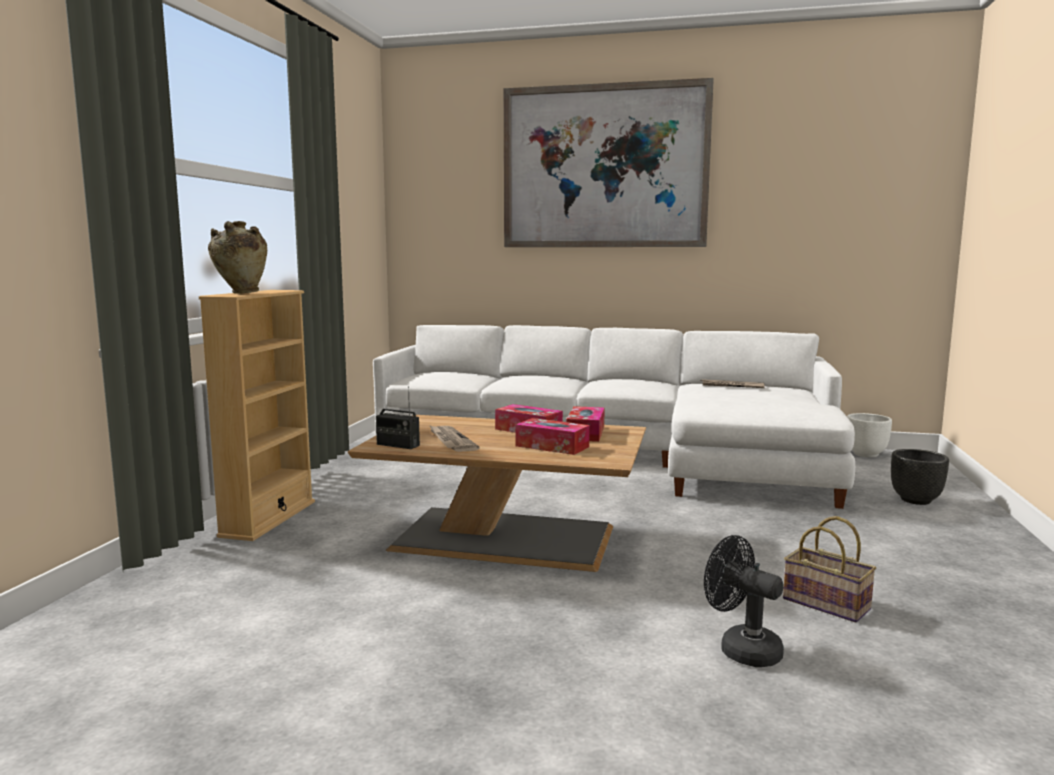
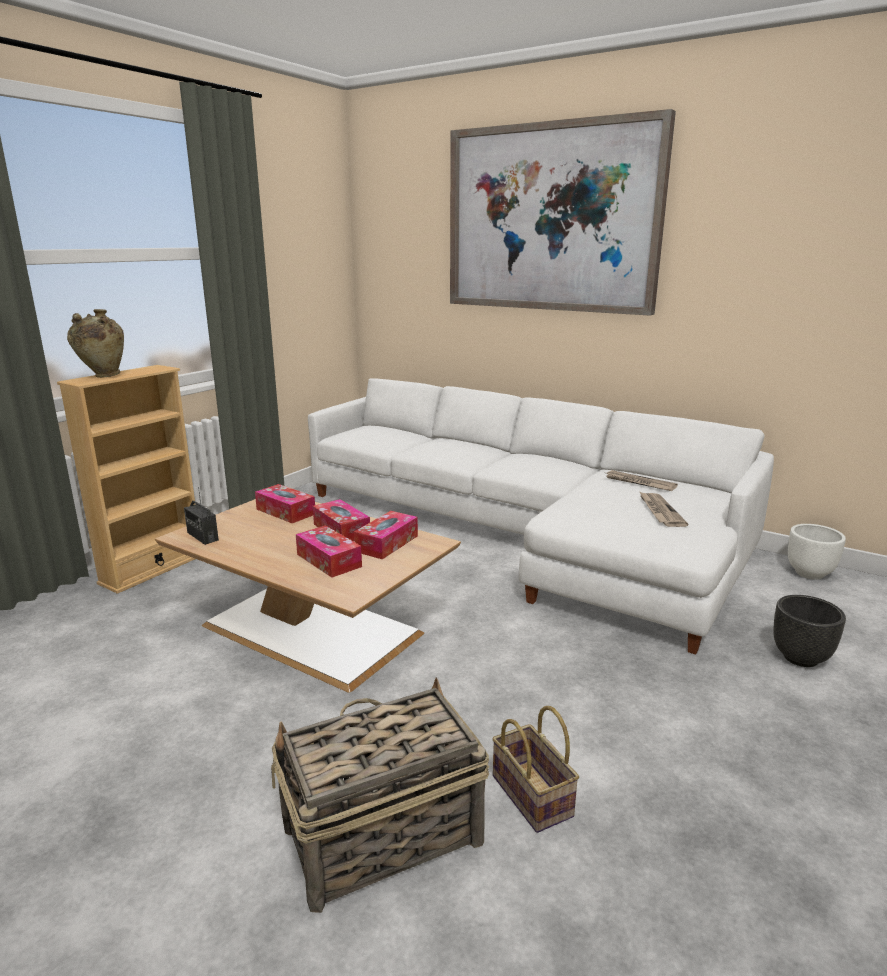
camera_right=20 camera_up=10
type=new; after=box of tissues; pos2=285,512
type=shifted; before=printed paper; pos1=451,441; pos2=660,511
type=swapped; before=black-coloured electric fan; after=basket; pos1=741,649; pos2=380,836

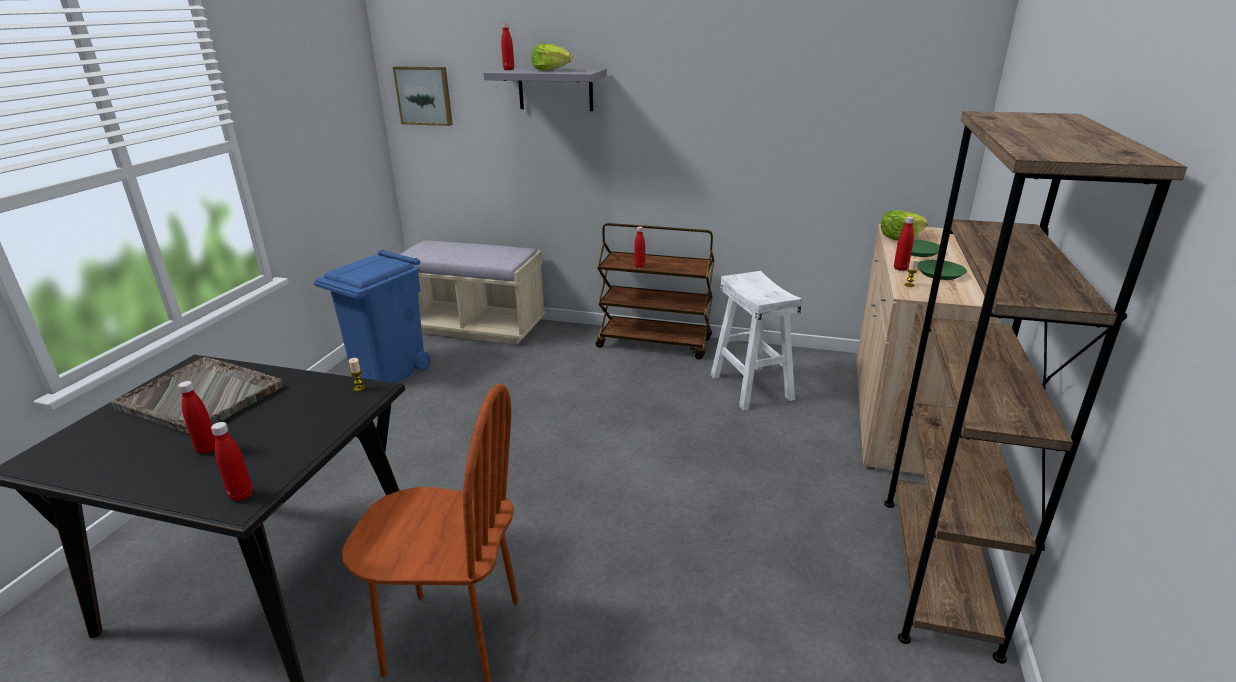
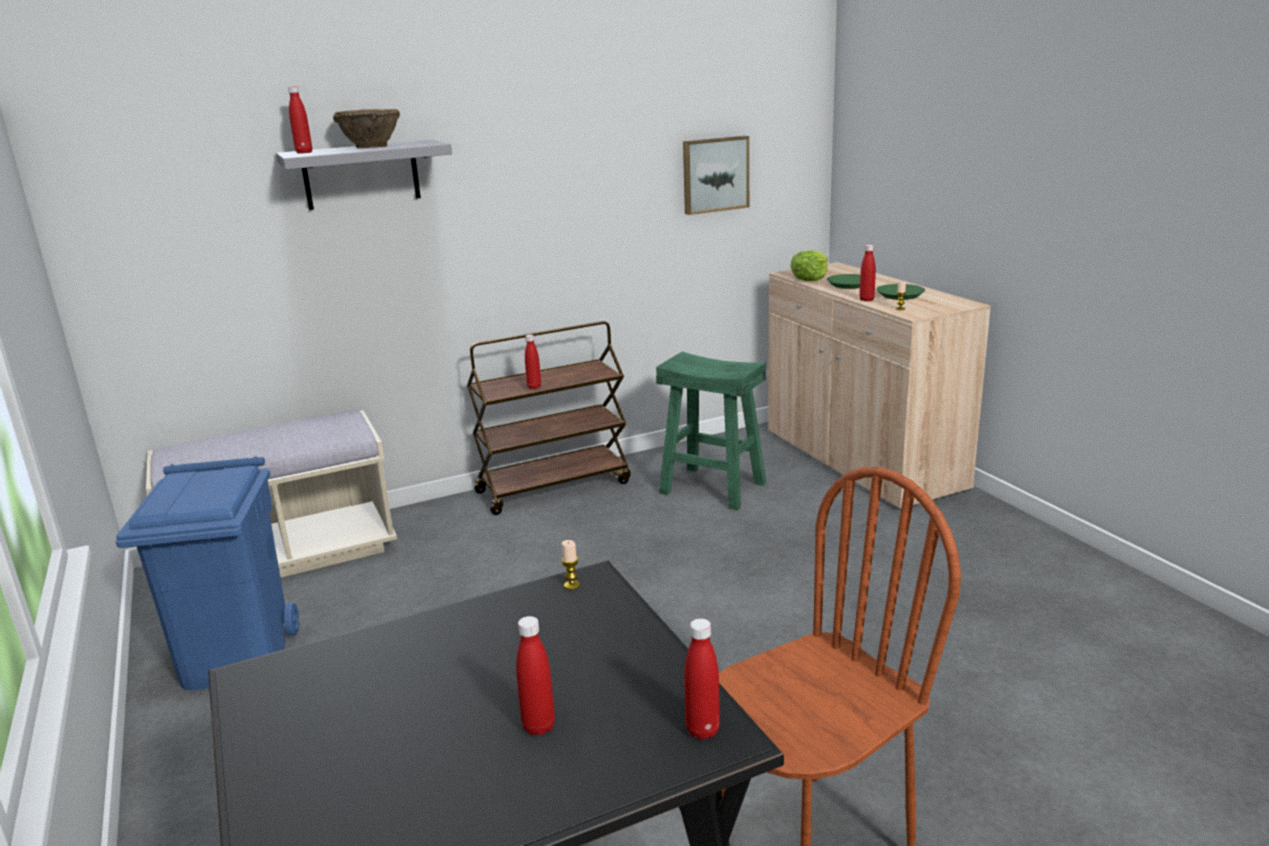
camera_right=-40 camera_up=-5
type=gone; before=grey carrying tray; pos1=202,397
type=gone; before=brown bookcase; pos1=937,571
type=shifted; before=wall picture; pos1=424,95; pos2=714,174
type=swapped; before=head of lettuce; after=brown serving bowl; pos1=551,70; pos2=371,147
type=repainted; before=white-coloured stool seat; after=greenish stool seat; pos1=752,387; pos2=713,487

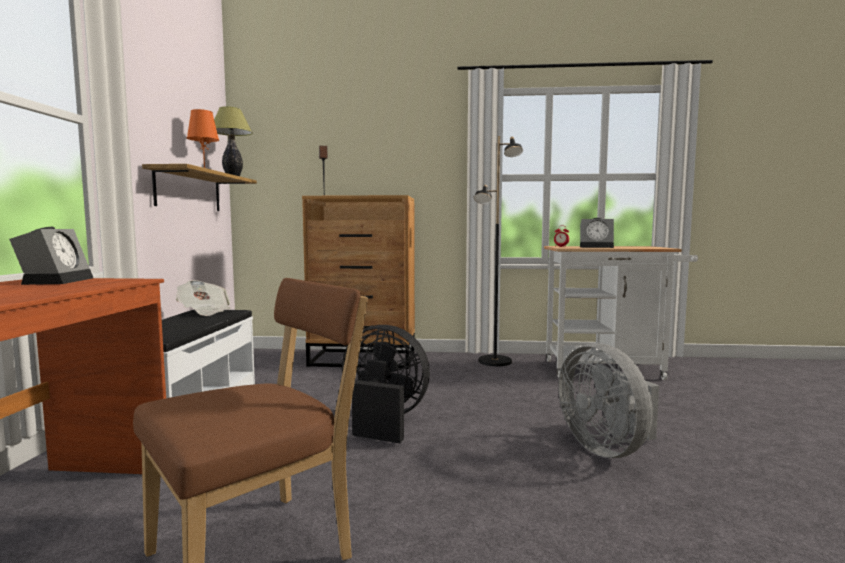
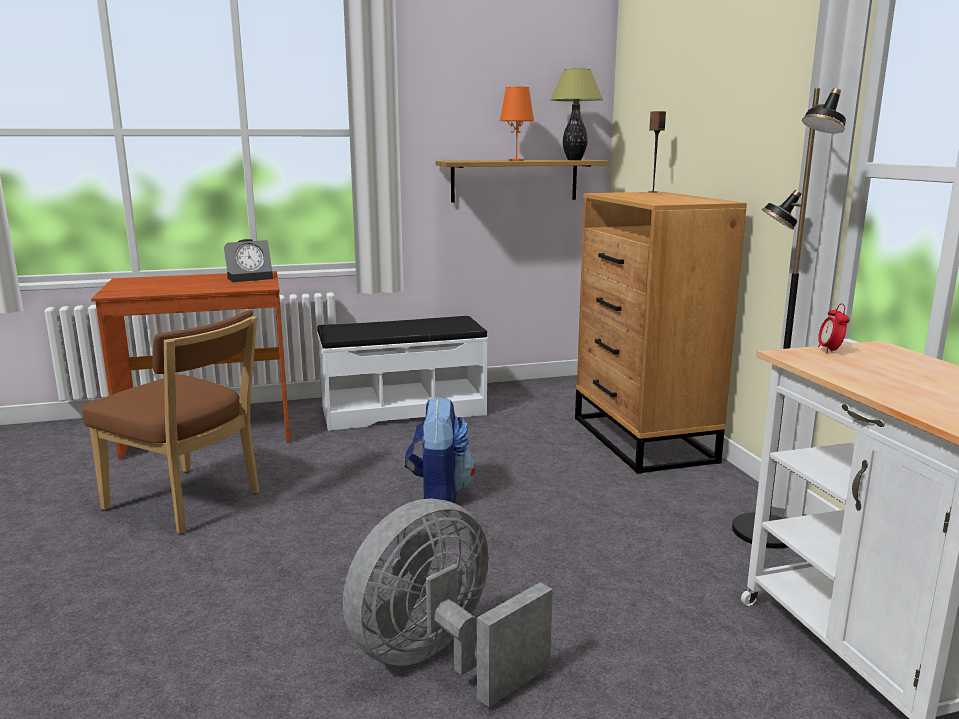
camera_right=70 camera_up=10
type=gone; before=printed paper; pos1=204,311
type=gone; before=alarm clock; pos1=597,247
type=swapped; before=black-coloured electric fan; after=rucksack; pos1=383,420; pos2=439,495

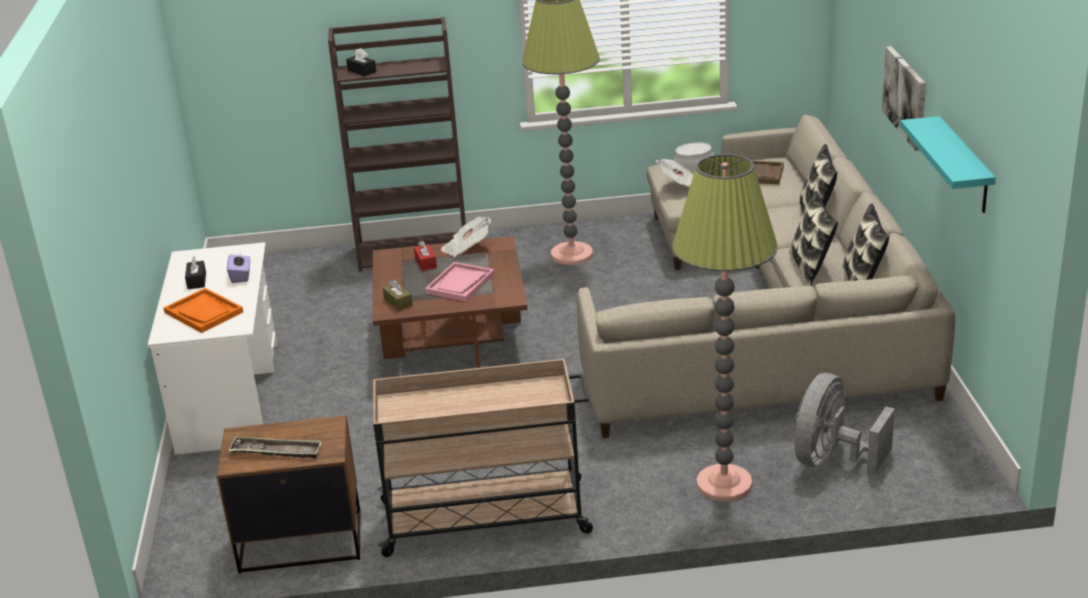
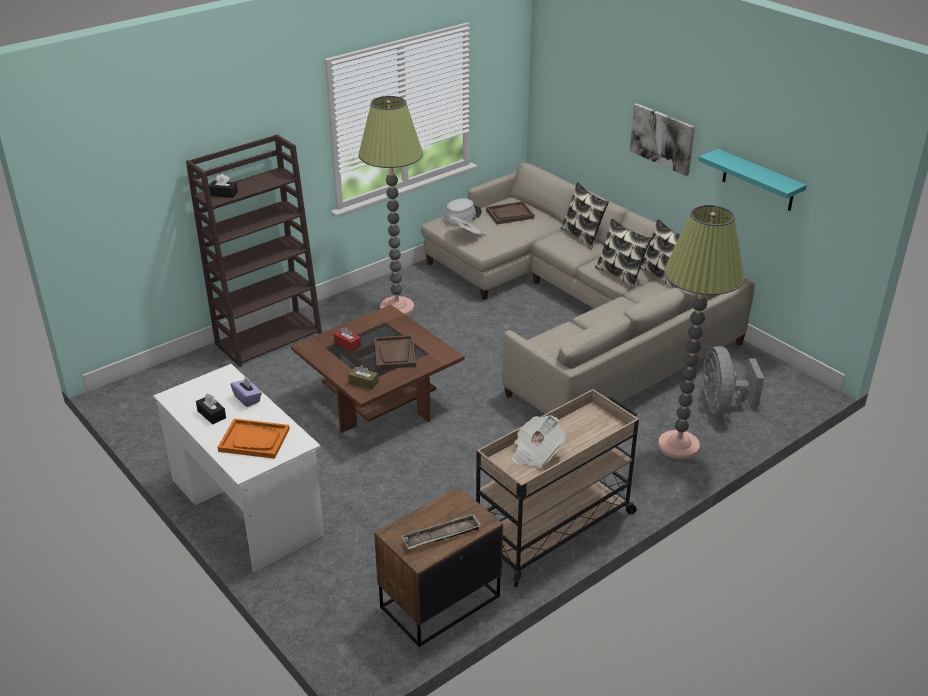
camera_right=-35 camera_up=5
type=shifted; before=printed paper; pos1=466,249; pos2=536,453
type=repainted; before=pink-coloured carrying tray; after=brown carrying tray; pos1=460,284; pos2=395,354

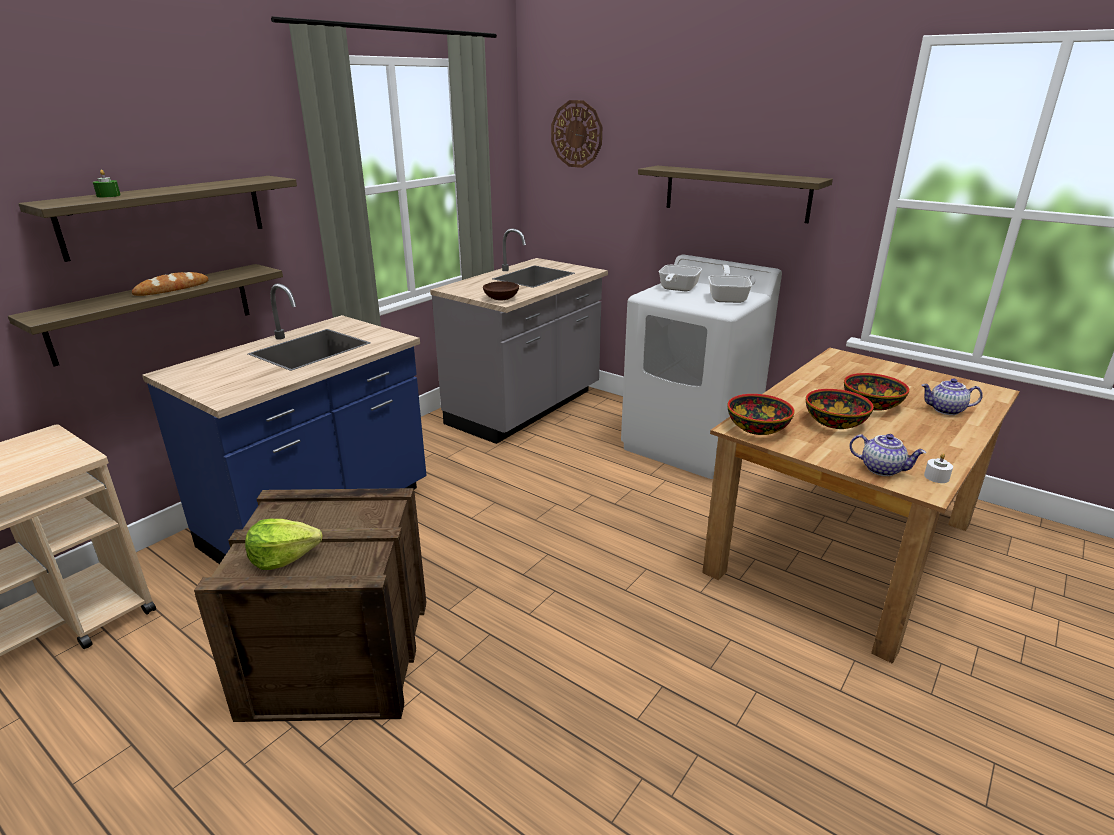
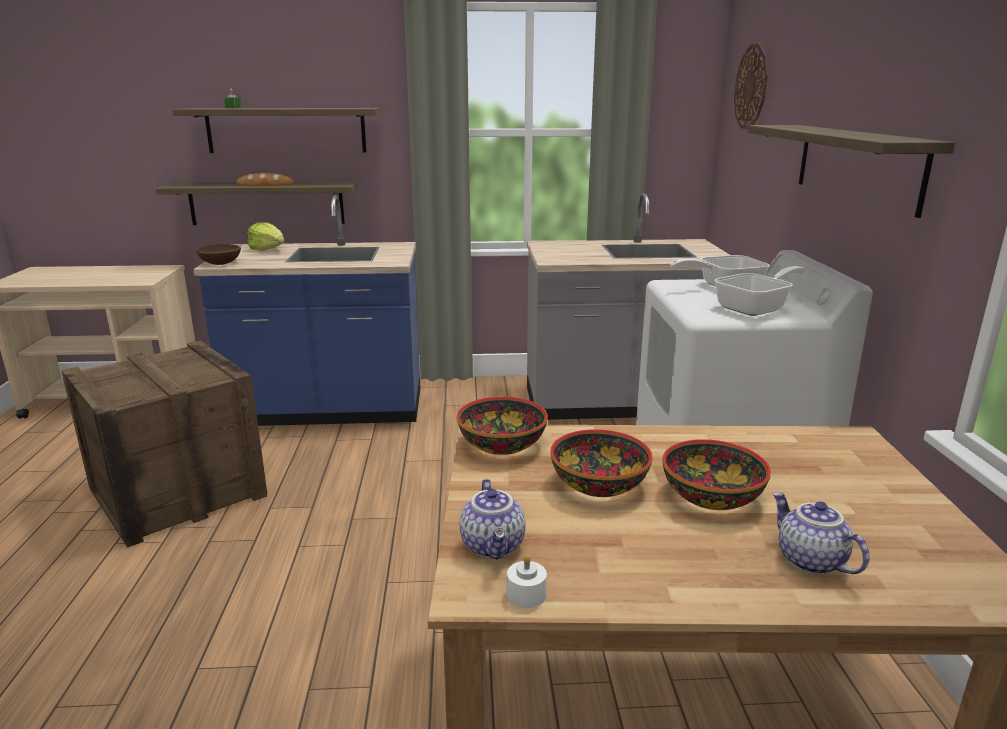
camera_right=50 camera_up=-5
type=shifted; before=head of lettuce; pos1=283,557; pos2=267,249
type=shifted; before=brown serving bowl; pos1=502,299; pos2=220,263

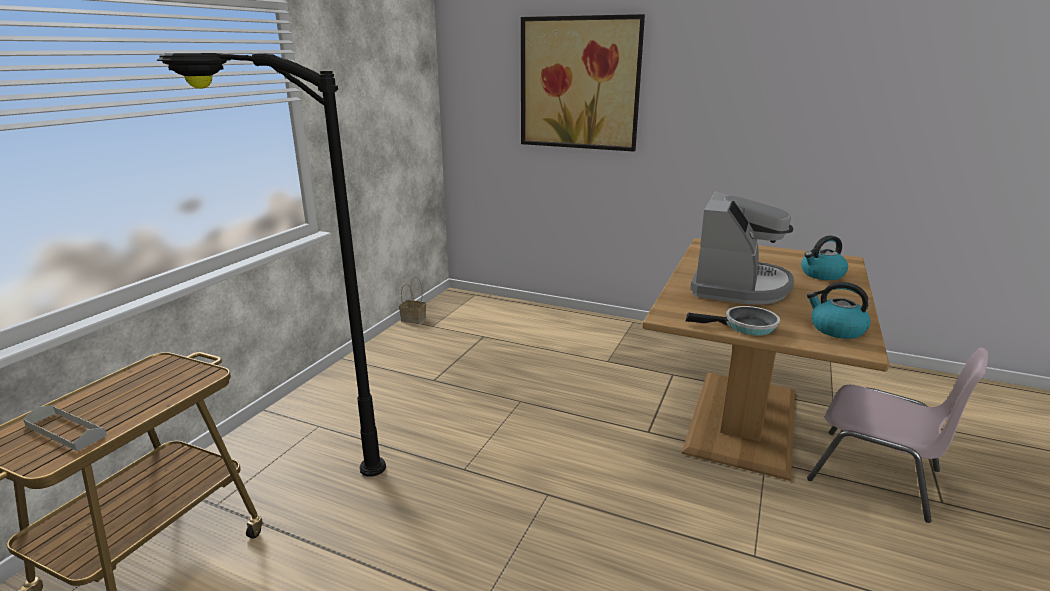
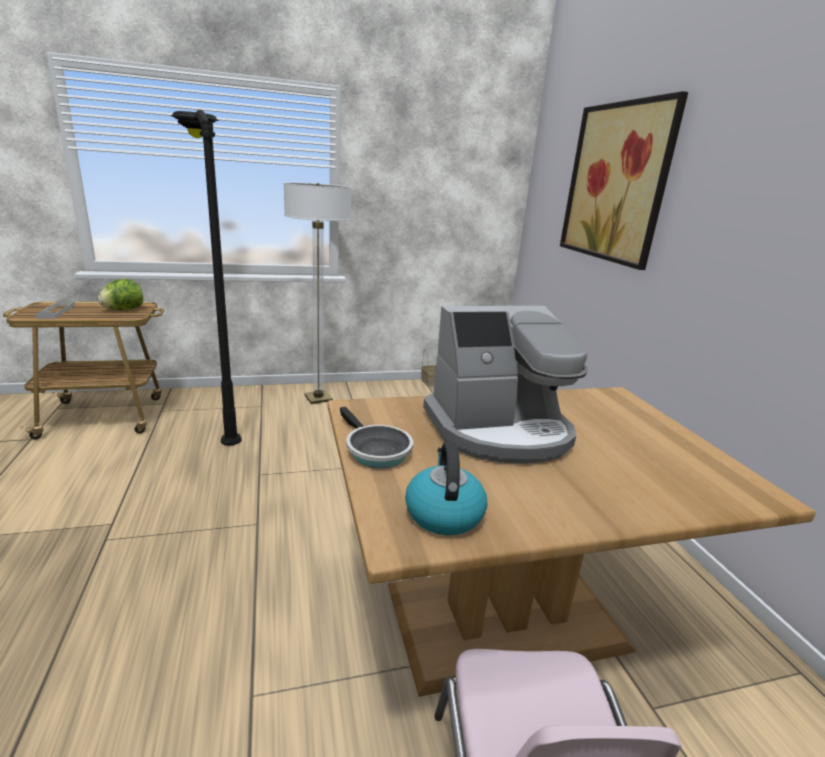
camera_right=50 camera_up=0
type=gone; before=kettle; pos1=821,274
type=new; after=head of lettuce; pos2=123,310
type=new; after=standard lamp; pos2=318,398

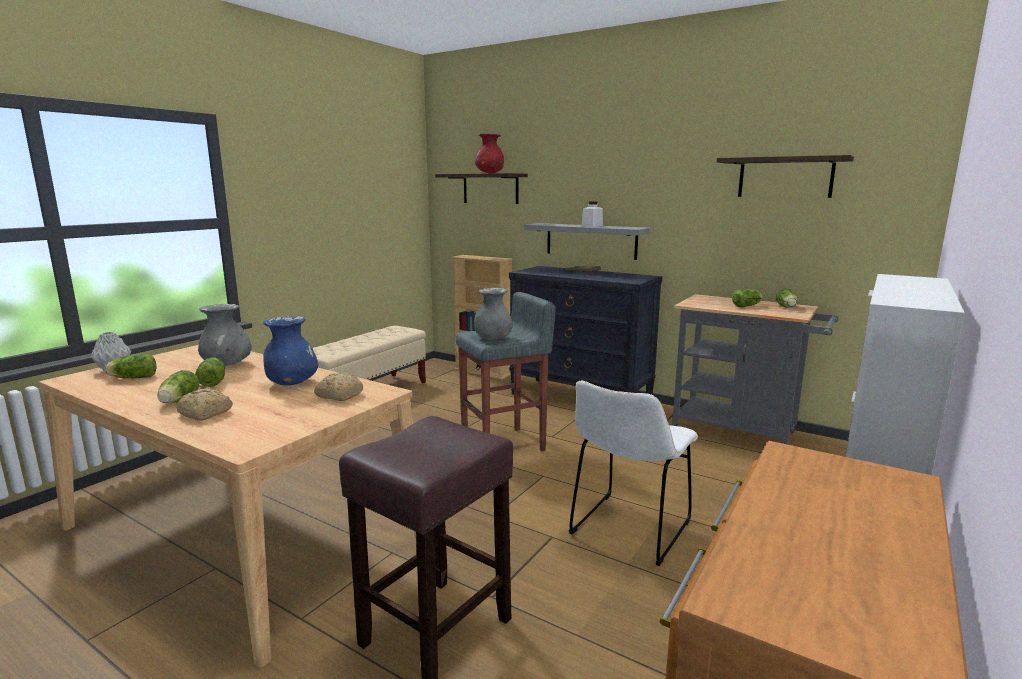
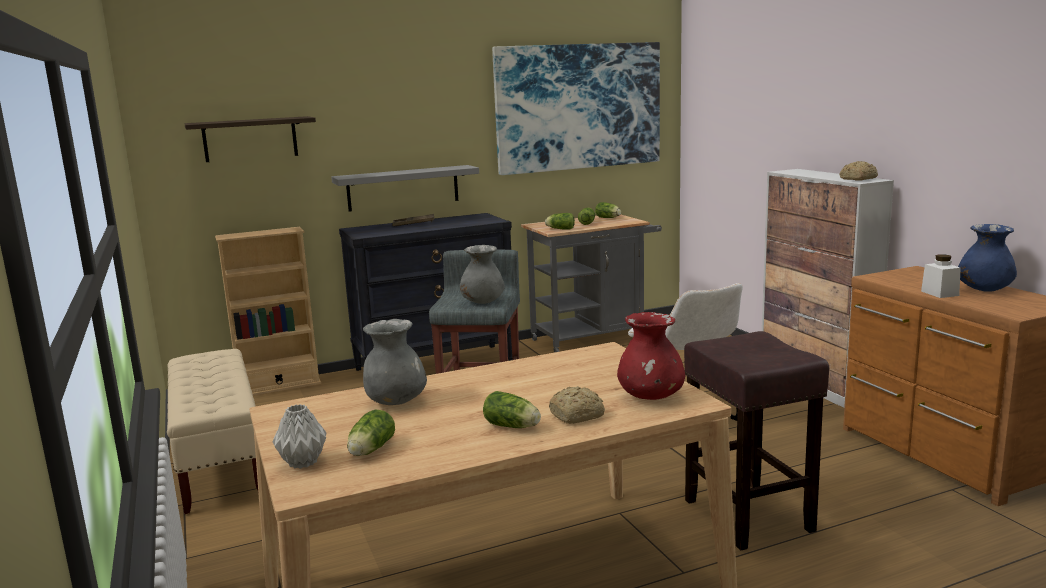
camera_right=-55 camera_up=0
type=shifted; before=head of lettuce; pos1=213,381; pos2=559,229
type=shifted; before=blue flower vase; pos1=292,383; pos2=984,290
type=shifted; before=baked bread; pos1=339,395; pos2=857,179
type=shifted; before=reddish flower vase; pos1=490,173; pos2=651,397
type=shifted; before=white-coloured preserve jar; pos1=592,226; pos2=939,293
type=swapped; before=shelf; after=wall picture; pos1=785,177; pos2=578,107

